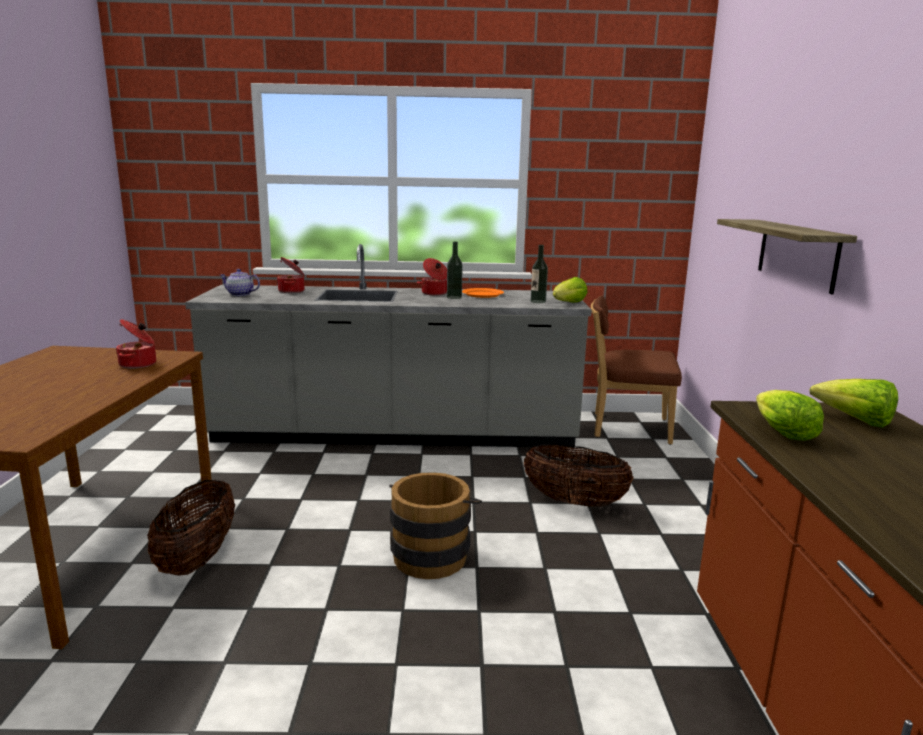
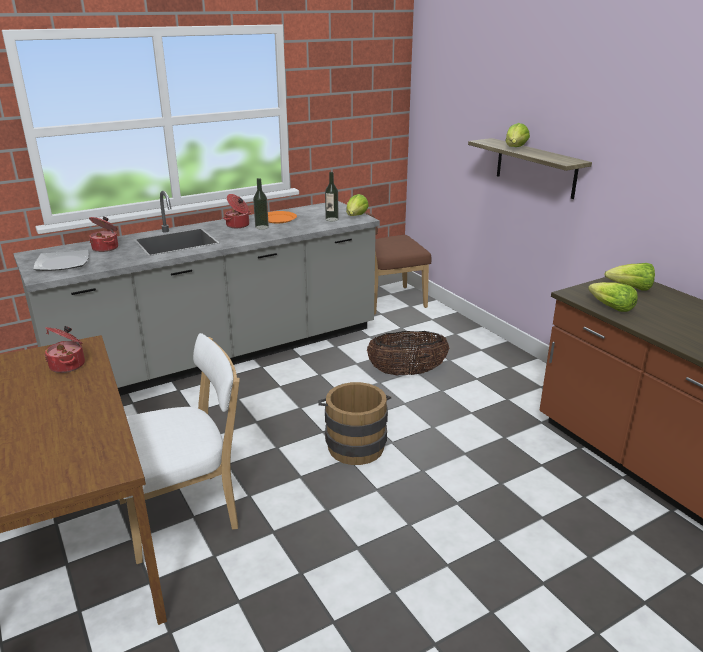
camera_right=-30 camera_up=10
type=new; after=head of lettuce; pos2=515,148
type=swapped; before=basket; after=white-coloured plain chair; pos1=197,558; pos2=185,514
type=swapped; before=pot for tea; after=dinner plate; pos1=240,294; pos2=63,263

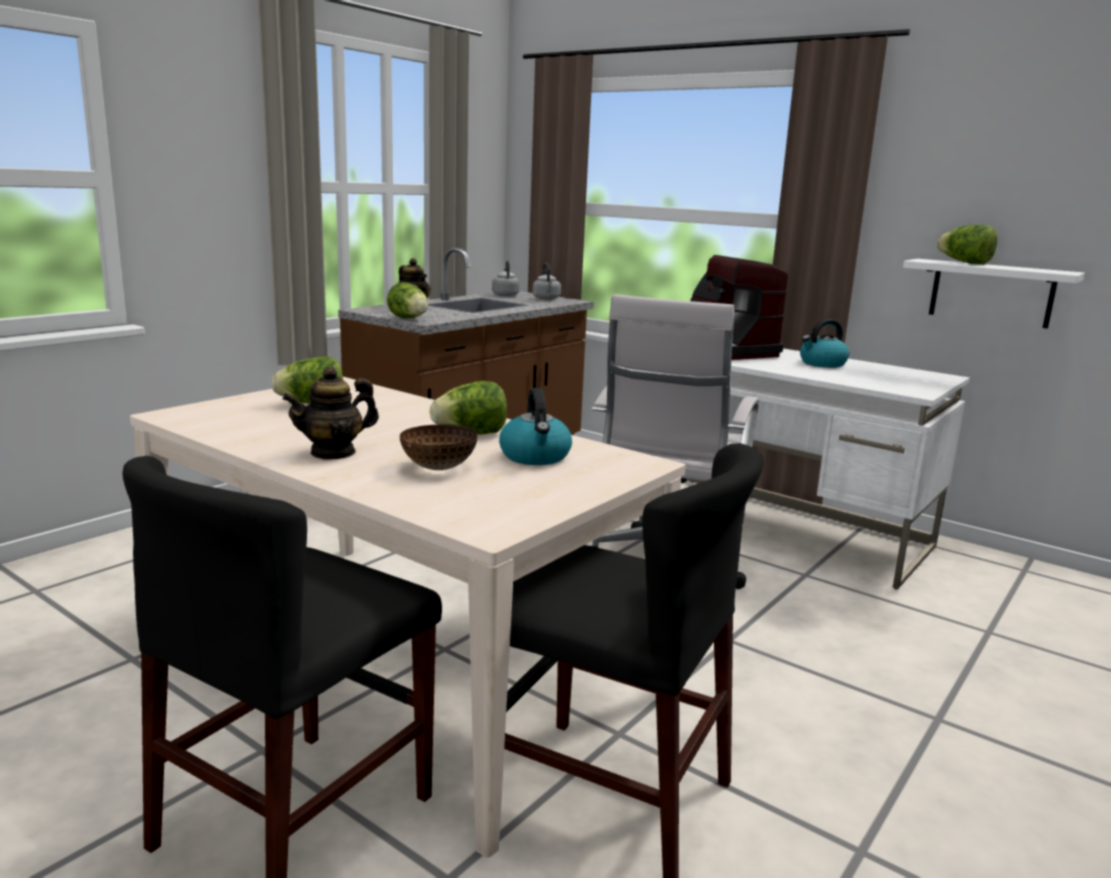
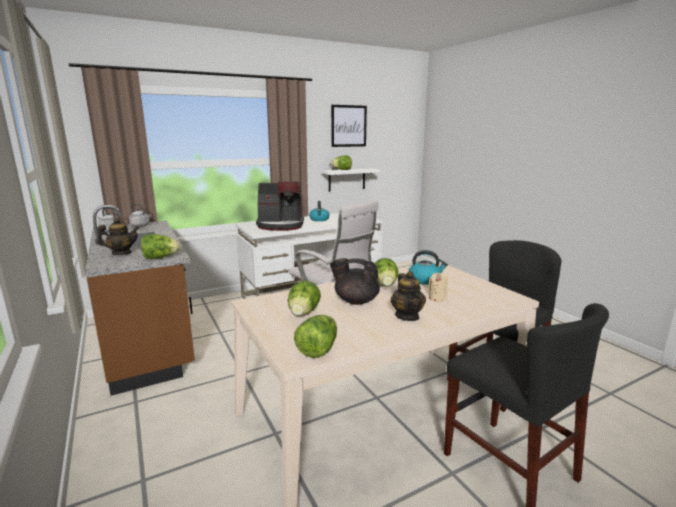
camera_right=-65 camera_up=0
type=new; after=head of lettuce; pos2=318,349
type=new; after=black-coloured pot for tea; pos2=355,301
type=new; after=wall picture; pos2=348,126
type=swapped; before=serving bowl; after=beige-coloured wax candle; pos1=438,467; pos2=437,297

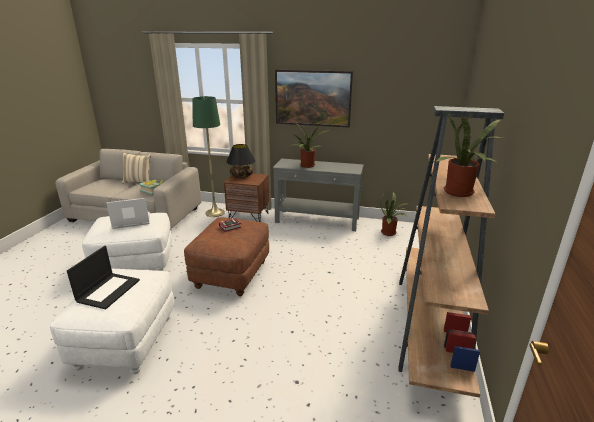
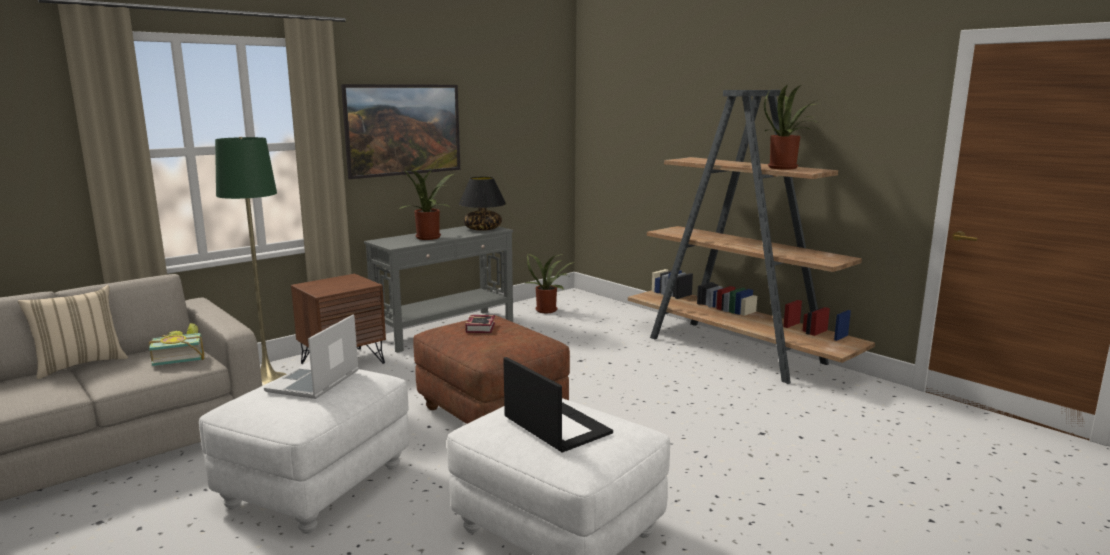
camera_right=-55 camera_up=-10
type=shifted; before=black-coloured lamp for a table; pos1=241,176; pos2=482,229

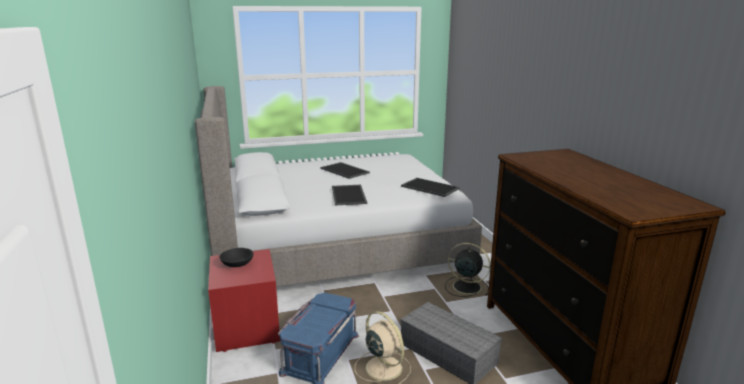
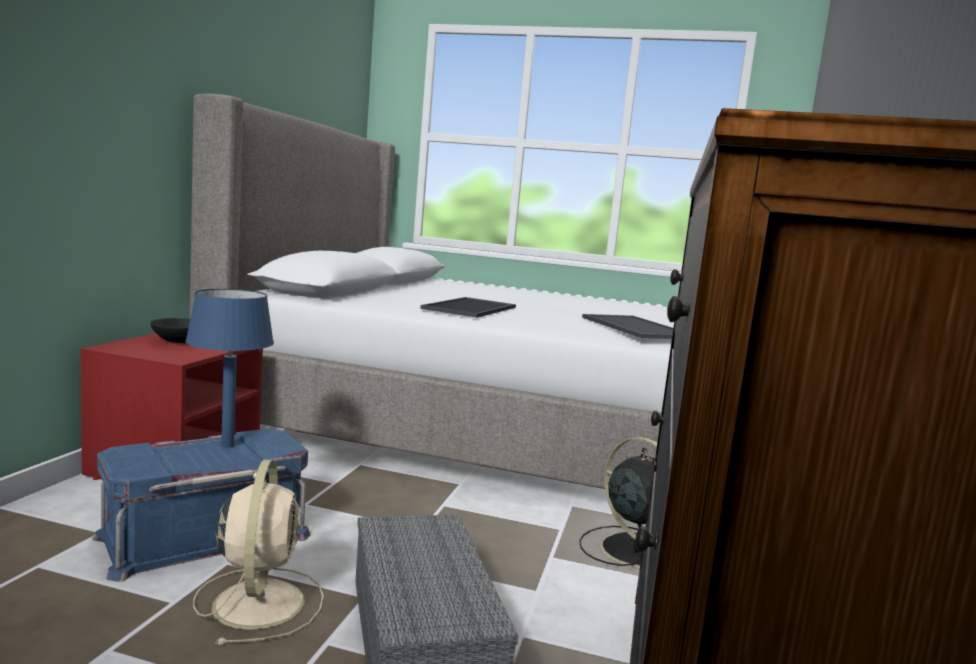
camera_right=30 camera_up=-10
type=gone; before=carrying tray; pos1=345,170
type=new; after=blue lamp for a table; pos2=227,445

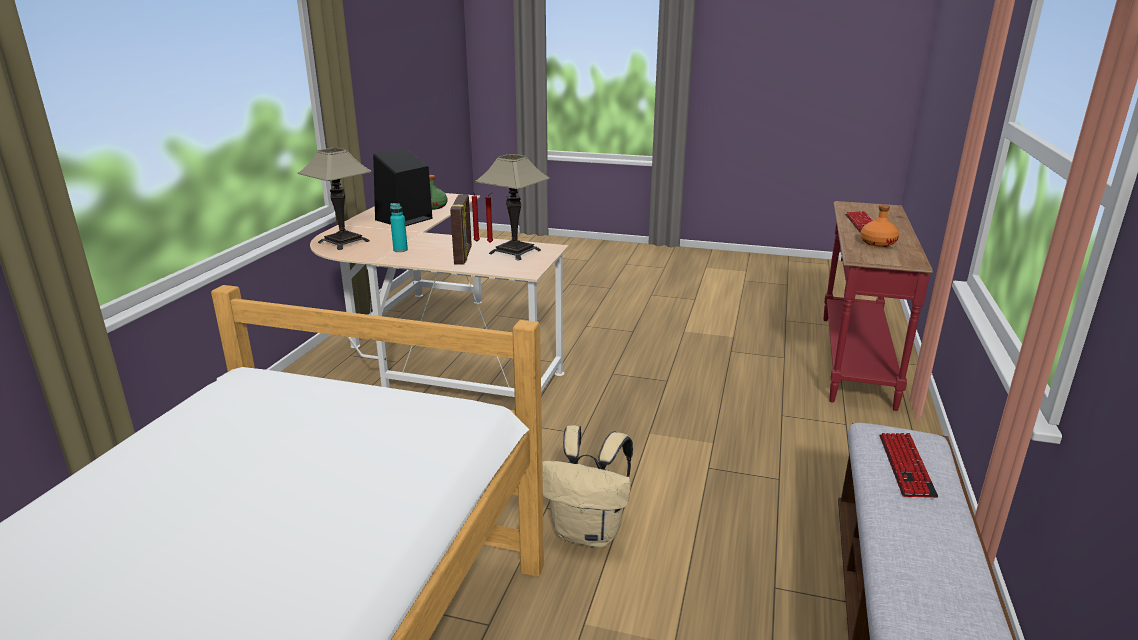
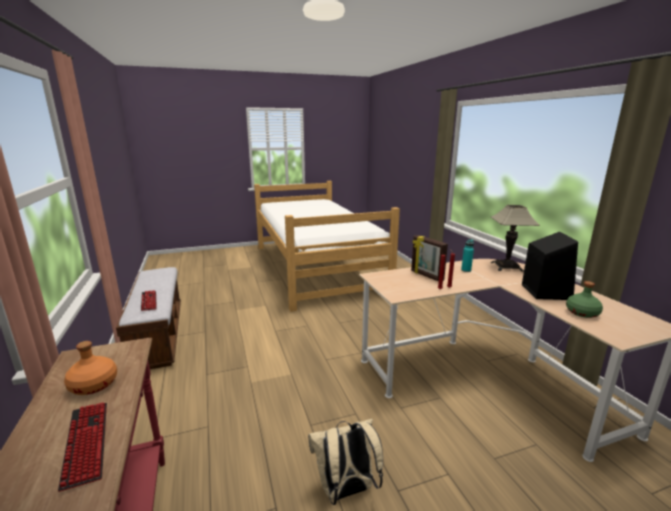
camera_right=145 camera_up=-5
type=gone; before=lamp for a table; pos1=515,252
type=shifted; before=beige-coloured rucksack; pos1=589,532; pos2=346,490

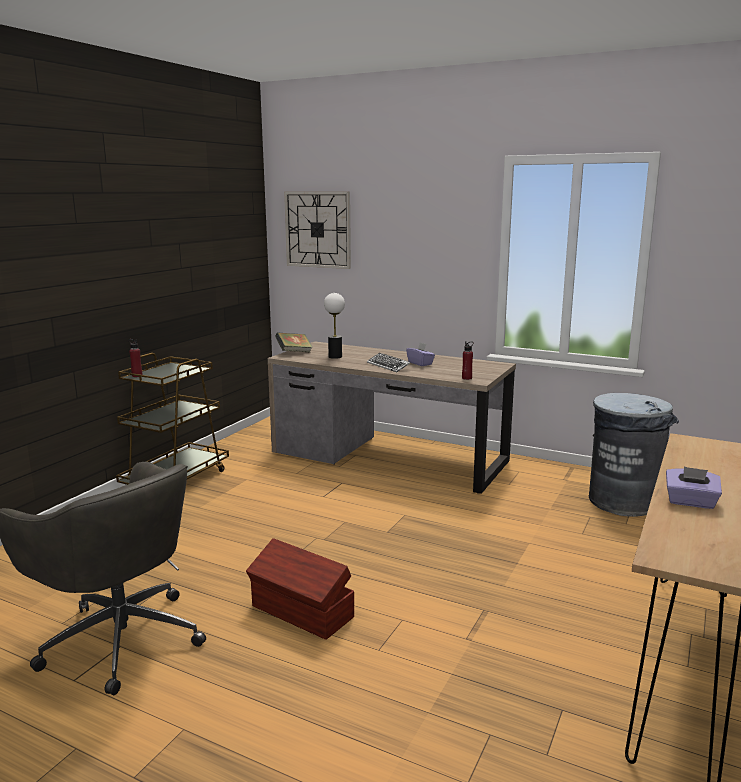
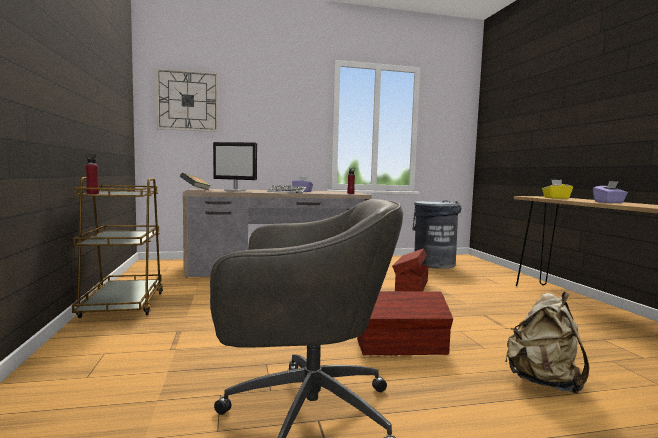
camera_right=-40 camera_up=-10
type=new; after=brown storage container; pos2=411,286
type=new; after=beige-coloured rucksack; pos2=543,382
type=new; after=yellow-coloured box of tissues; pos2=556,198
type=swapped; before=lamp for a table; after=computer screen; pos1=335,357; pos2=235,191

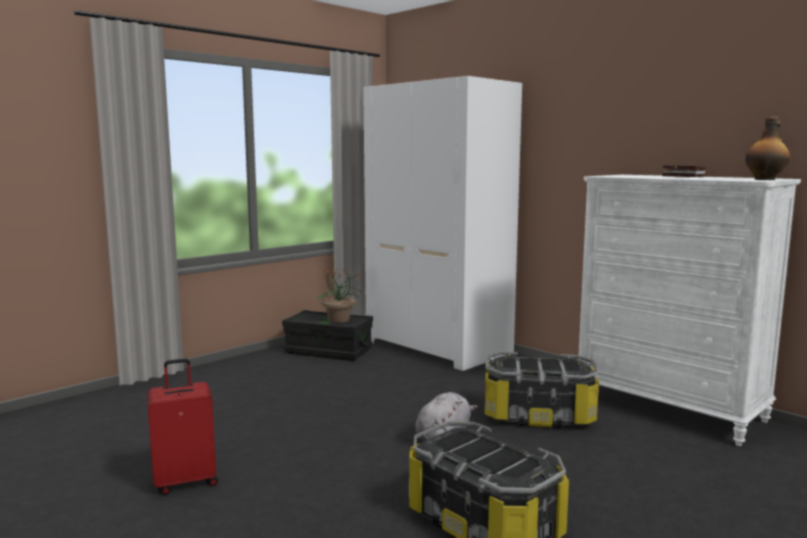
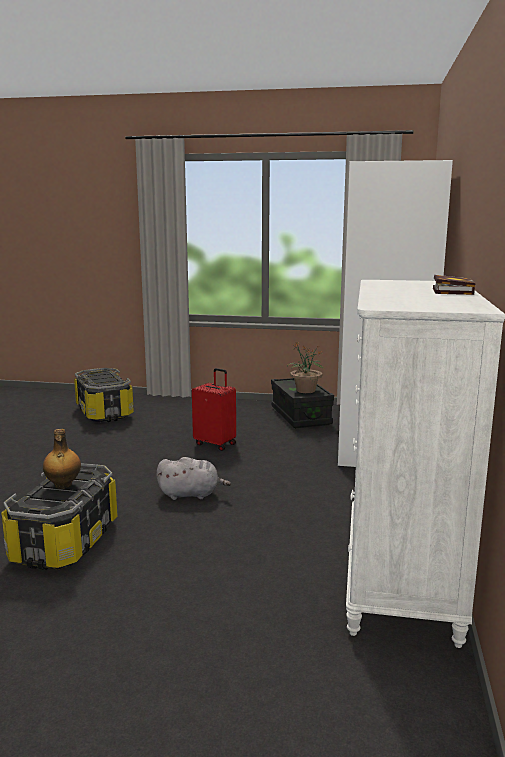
camera_right=55 camera_up=5
type=shifted; before=reddish piece of luggage; pos1=186,481; pos2=215,444
type=shifted; before=storage container; pos1=538,416; pos2=105,412
type=shifted; before=drink bottle; pos1=765,179; pos2=63,485

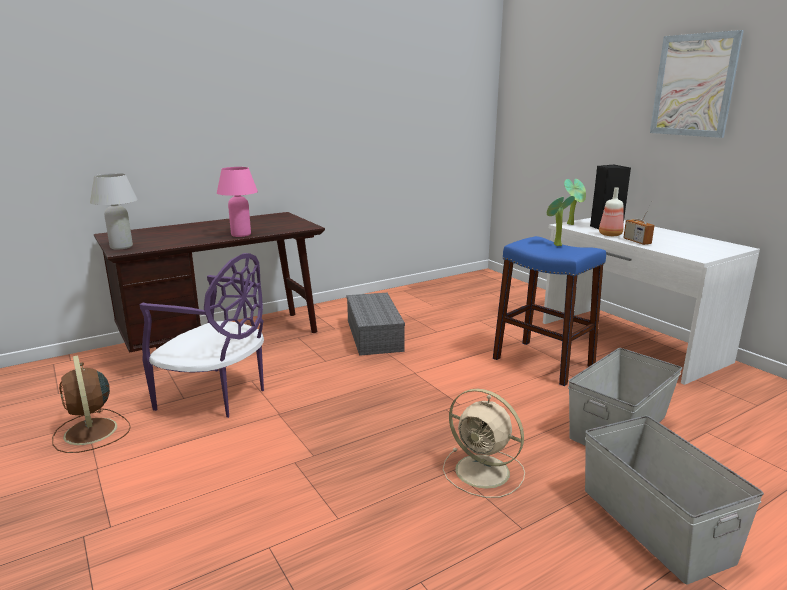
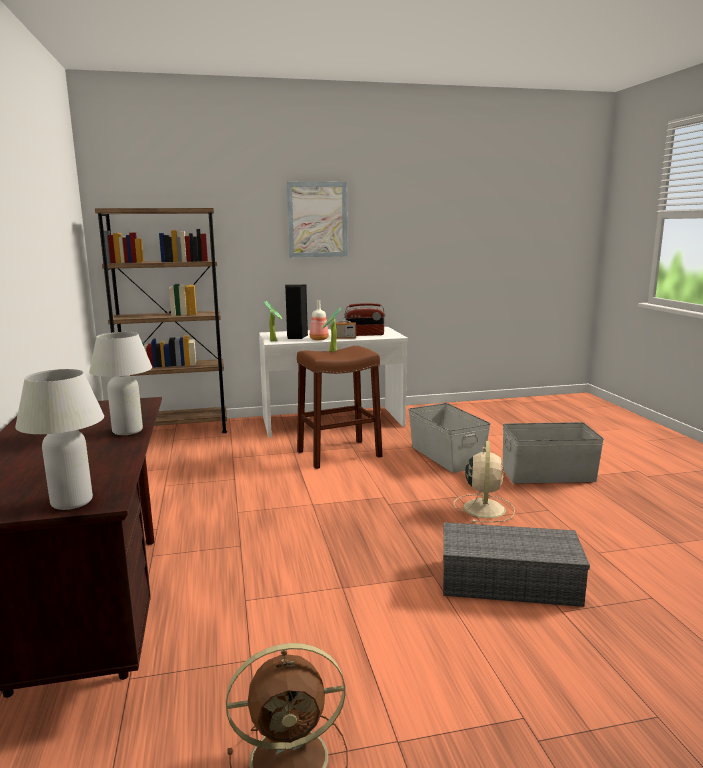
camera_right=-70 camera_up=-5
type=gone; before=purple plain chair; pos1=217,396
type=new; after=brown bookcase; pos2=176,429
type=new; after=radio; pos2=364,335
type=shifted; before=grey storage container; pos1=375,335; pos2=511,581
type=repainted; before=pink-coloured lamp for a table; after=white-coloured lamp for a table; pos1=241,235; pos2=127,431
type=repainted; before=blue stool seat; after=brown stool seat; pos1=543,362; pos2=339,454
type=rotated; before=beige-coloured electric fan; pos1=484,472; pos2=484,508; turn=-45

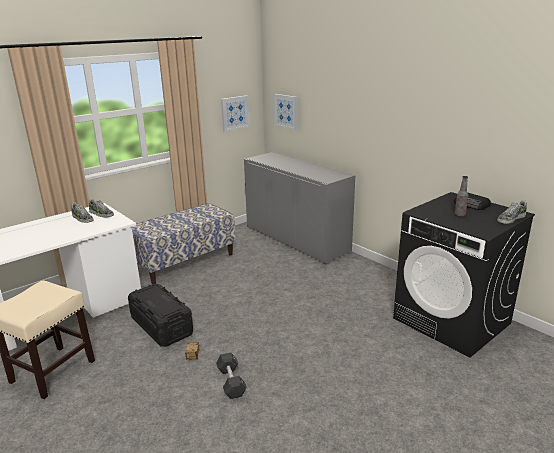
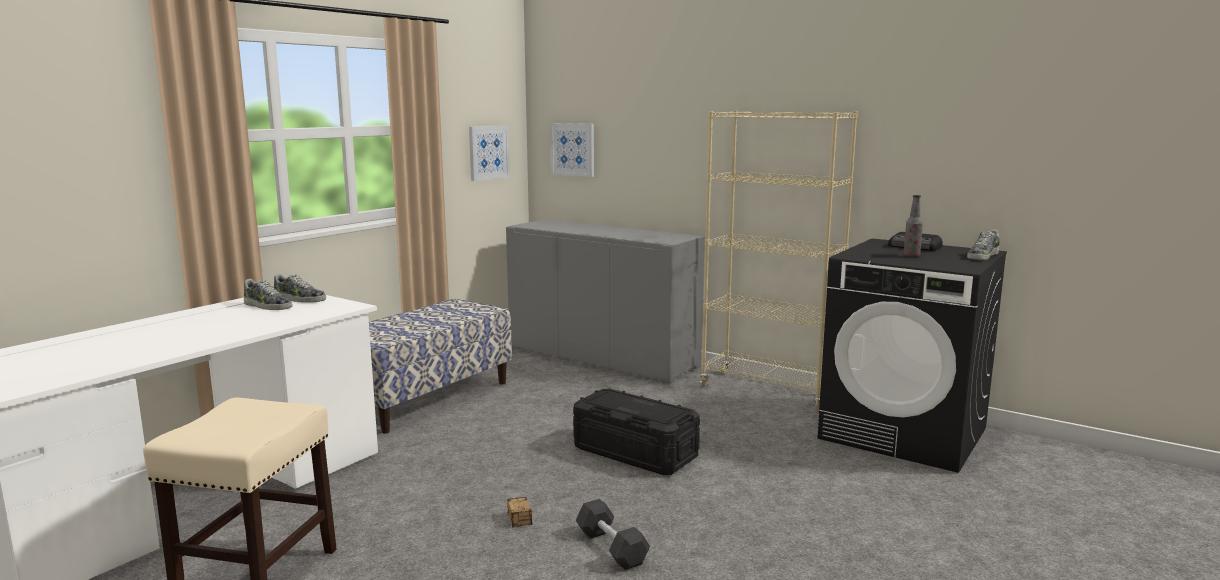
camera_right=-15 camera_up=-10
type=new; after=beige-coloured bookcase; pos2=768,391
type=shifted; before=black-coloured storage container; pos1=161,325; pos2=635,452

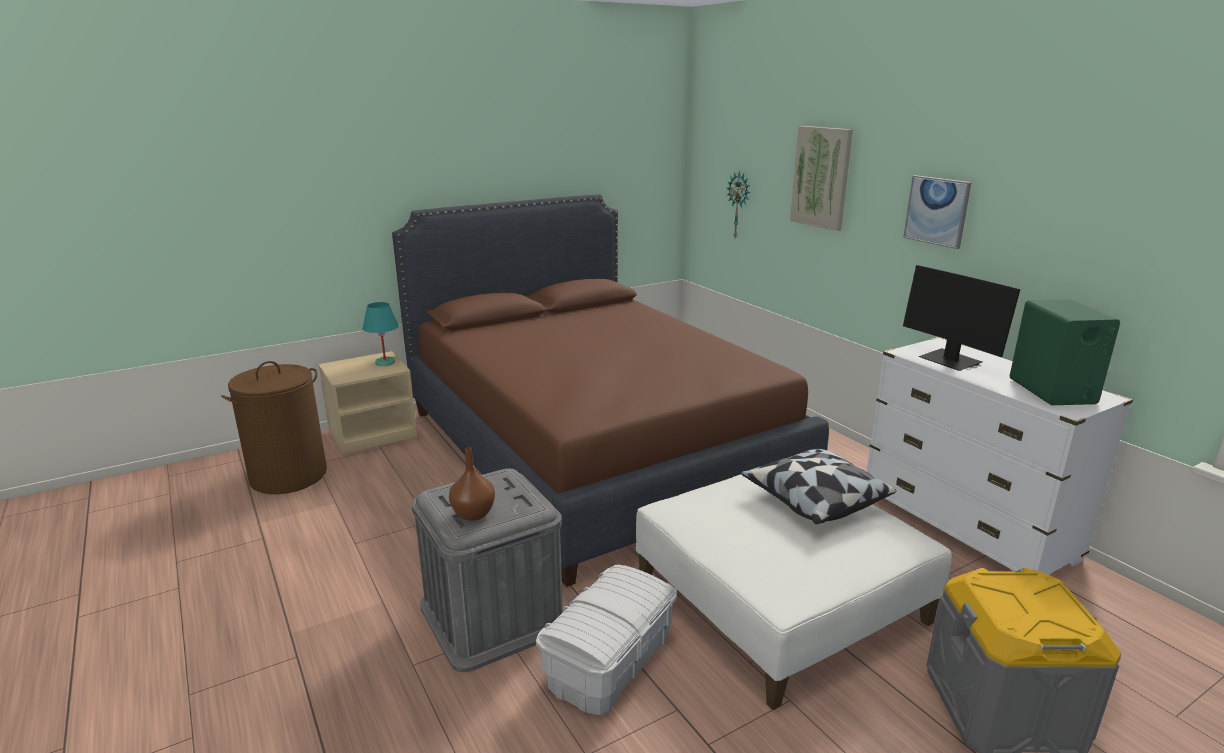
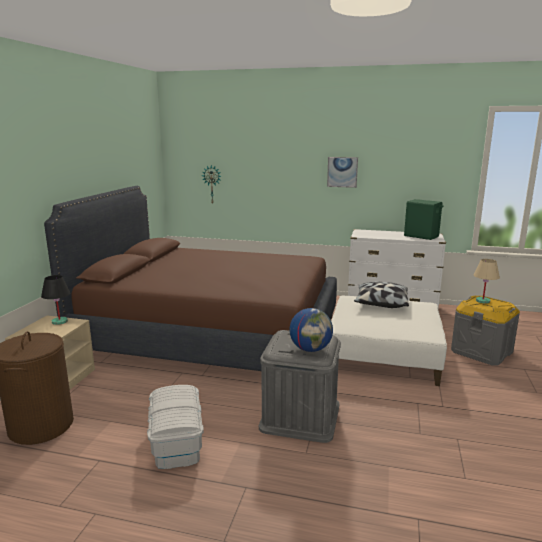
camera_right=-45 camera_up=-5
type=gone; before=wall picture; pos1=821,177
type=gone; before=computer screen; pos1=950,361
type=new; after=beige-coloured lamp for a table; pos2=483,301
type=shifted; before=white-coloured storage container; pos1=609,661; pos2=176,441
type=swapped; before=brown flower vase; after=desk globe; pos1=474,513; pos2=310,349
type=repainted; before=turquoise-coloured lamp for a table; after=black-coloured lamp for a table; pos1=384,363; pos2=59,322

